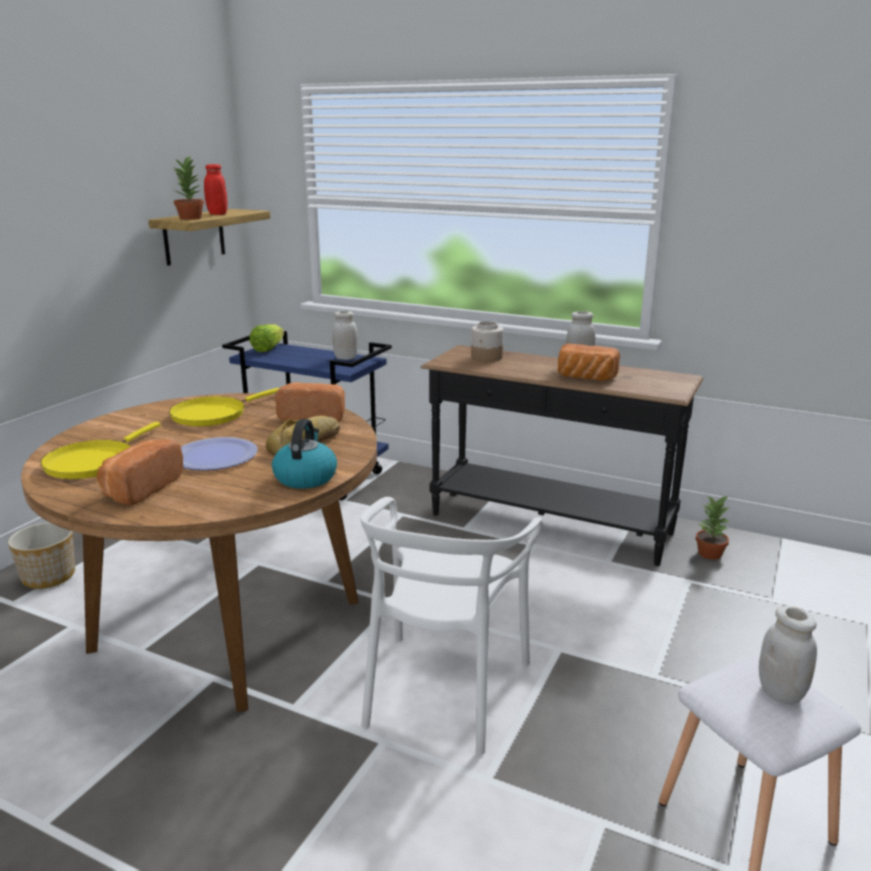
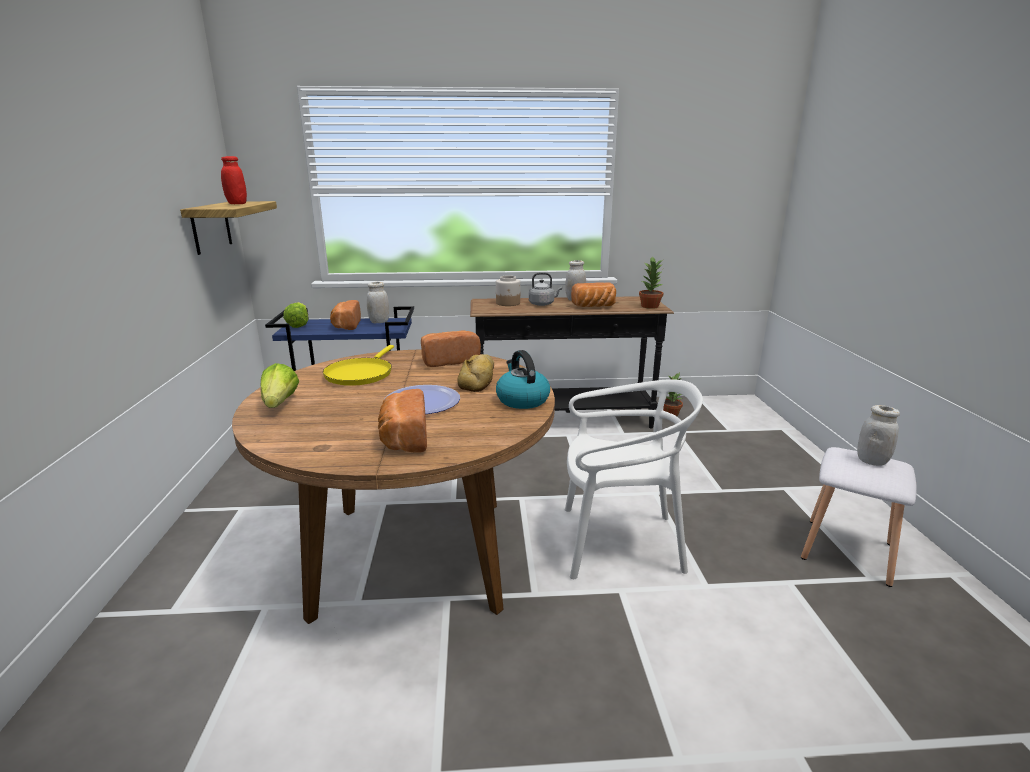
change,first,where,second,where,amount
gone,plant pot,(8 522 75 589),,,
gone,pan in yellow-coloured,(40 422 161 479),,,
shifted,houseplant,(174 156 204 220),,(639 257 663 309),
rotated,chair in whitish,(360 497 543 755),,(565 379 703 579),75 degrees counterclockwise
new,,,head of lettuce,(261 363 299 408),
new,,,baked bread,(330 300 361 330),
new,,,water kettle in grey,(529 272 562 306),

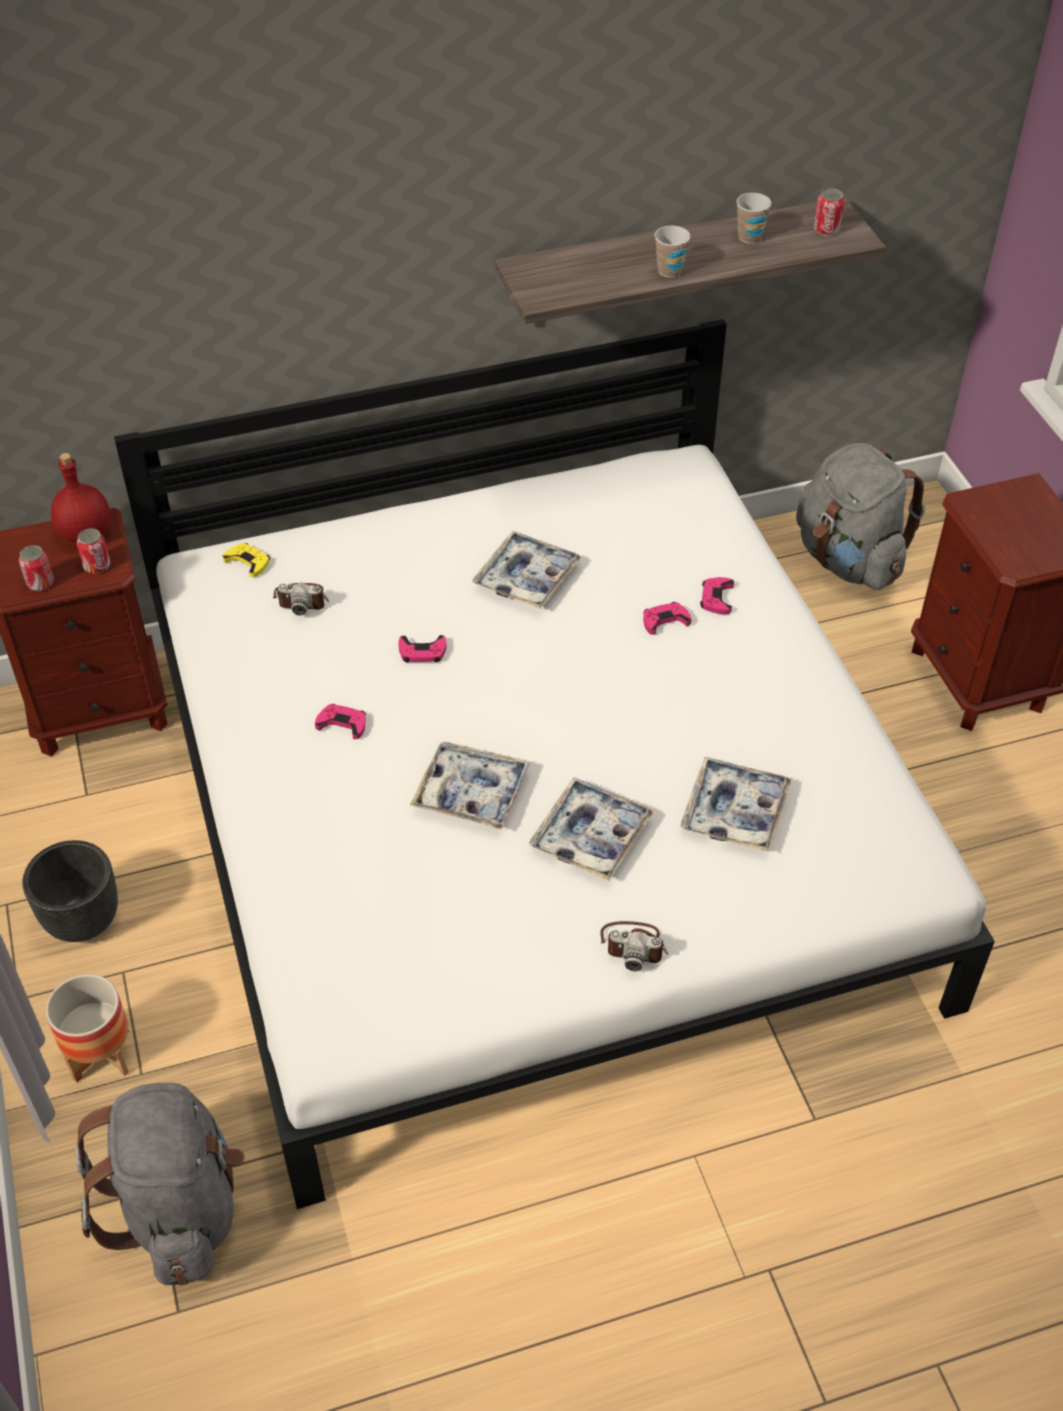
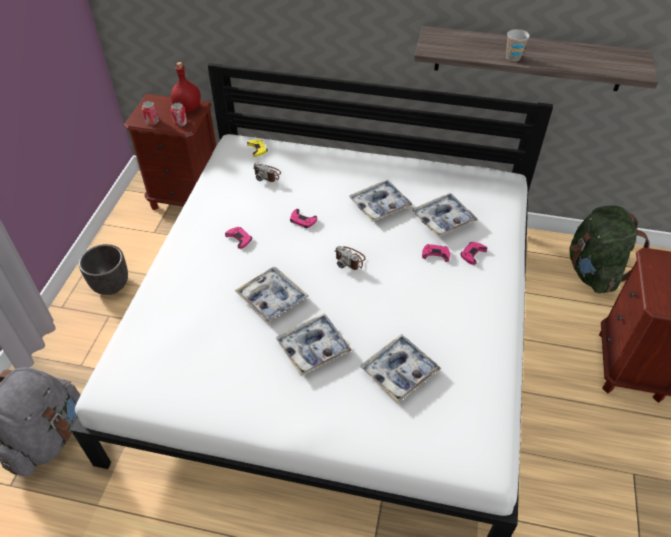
change,first,where,second,where,amount
gone,plant pot,(46 974 129 1082),,,
shifted,still camera,(600 921 669 971),,(335 246 366 270),
gone,drinking cup,(736 193 771 244),,,
repainted,rucksack in grey,(796 443 925 590),rucksack in green,(569 205 649 293),
gone,metal can,(814 188 844 236),,,
new,,,tray,(412 193 478 237),

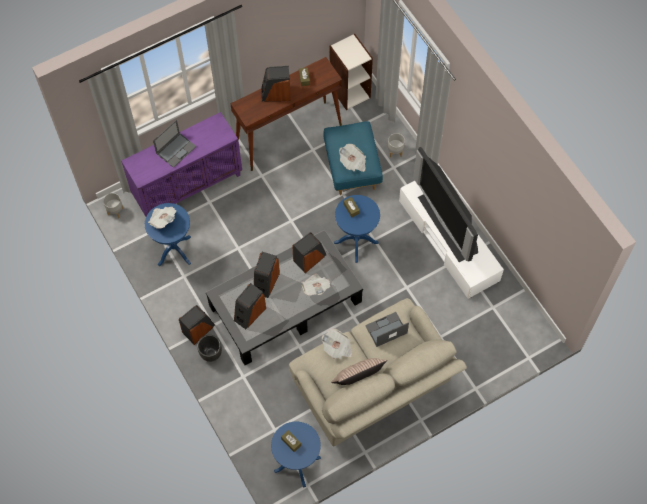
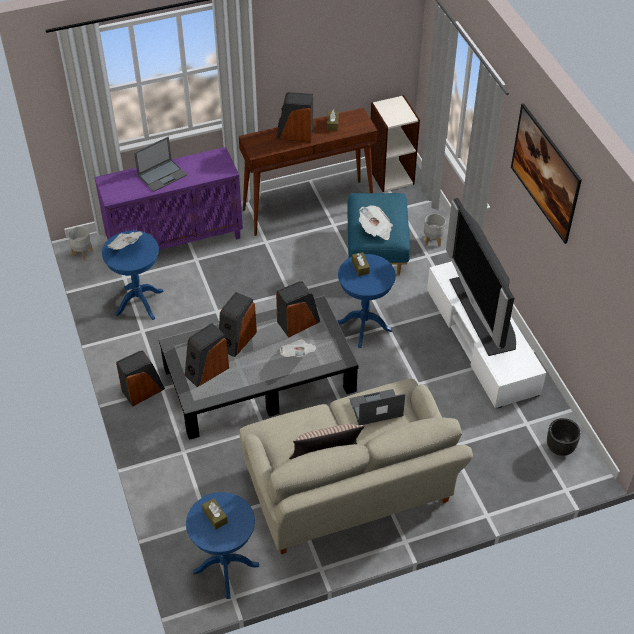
change,first,where,second,where,amount
shifted,plant pot in black-coloured,(197 335 222 362),,(547 418 581 456),
gone,daily paper,(322 329 352 359),,,
new,,,wall art,(511 103 582 244),

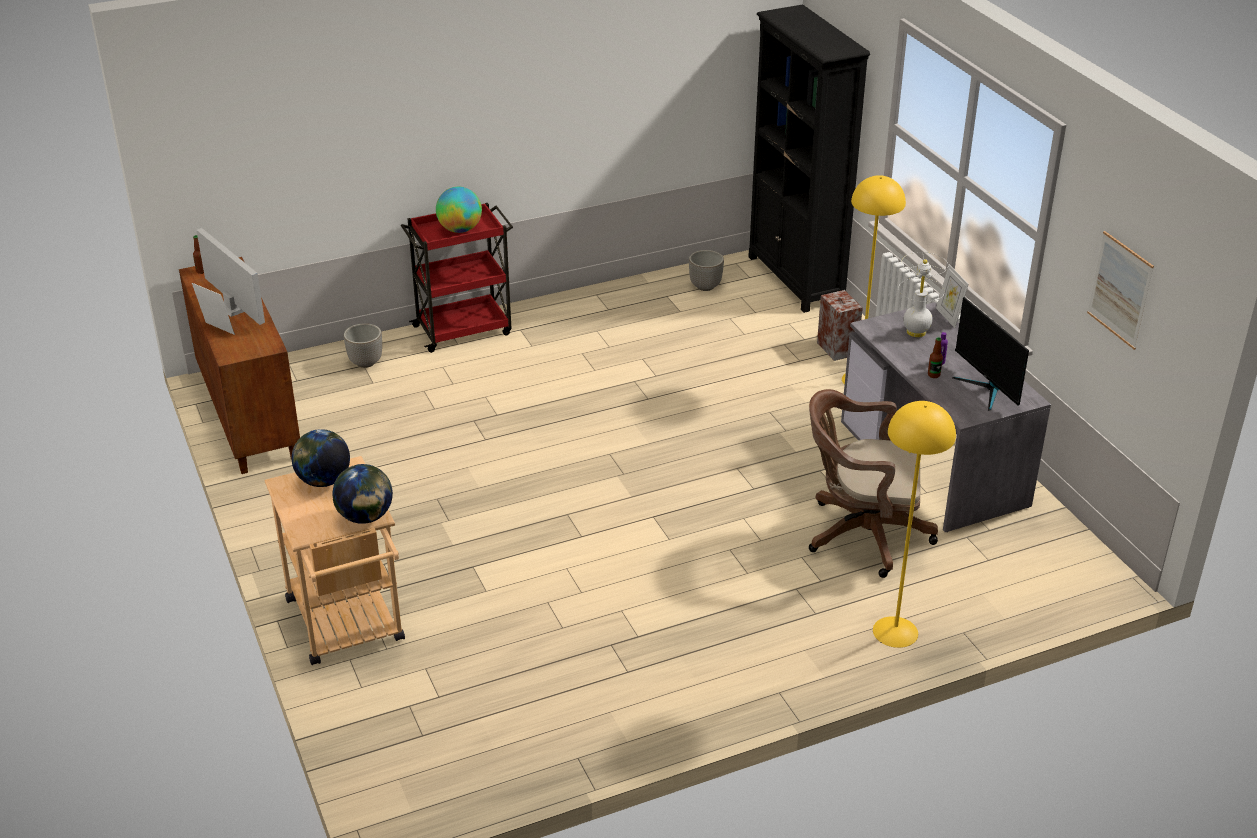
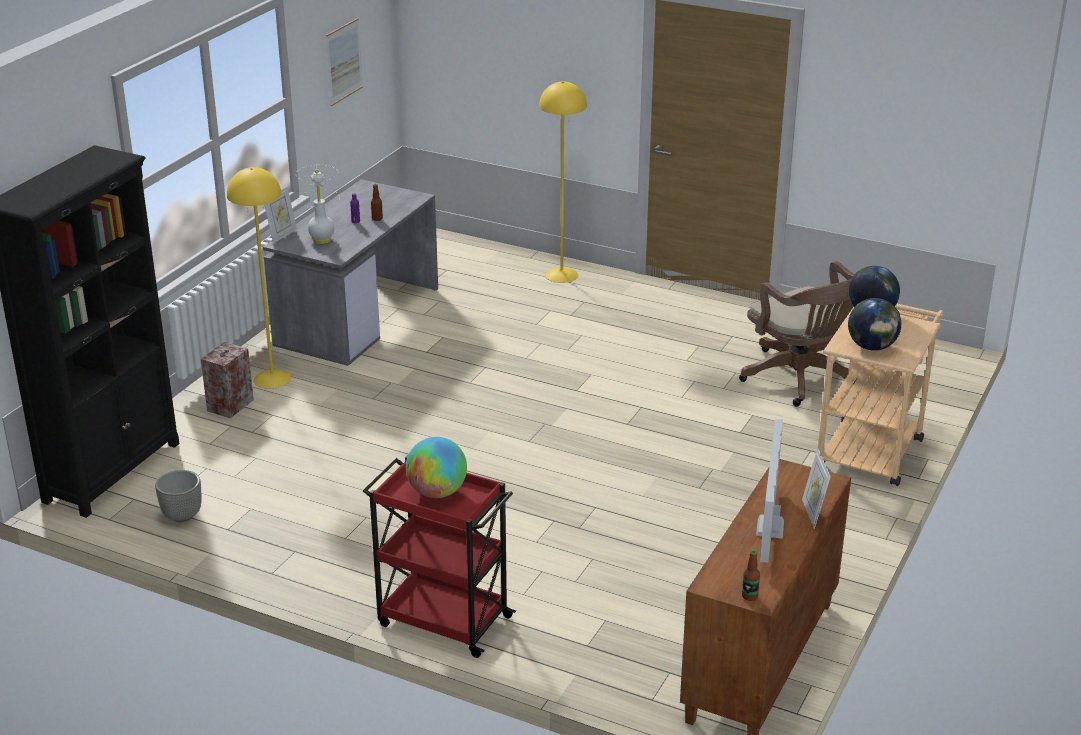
change,first,where,second,where,amount
gone,plant pot,(344 323 382 368),,,
shifted,desk chair in brown-coloured,(809 389 938 578),,(739 261 857 407),
gone,computer display,(953 297 1029 411),,,

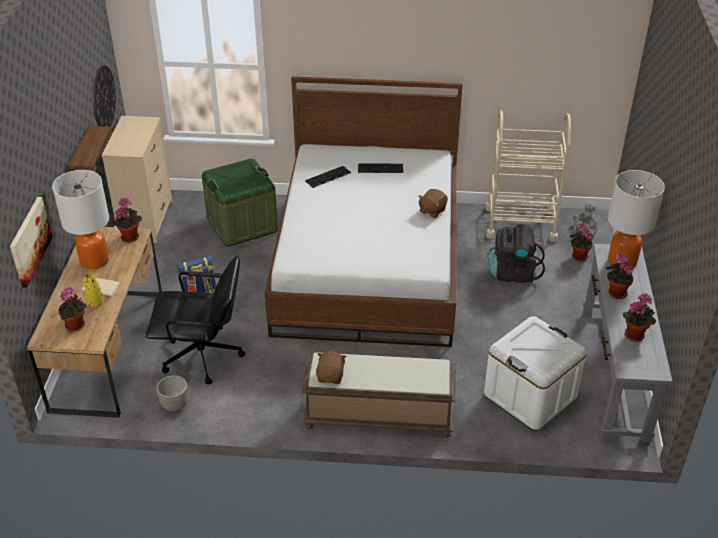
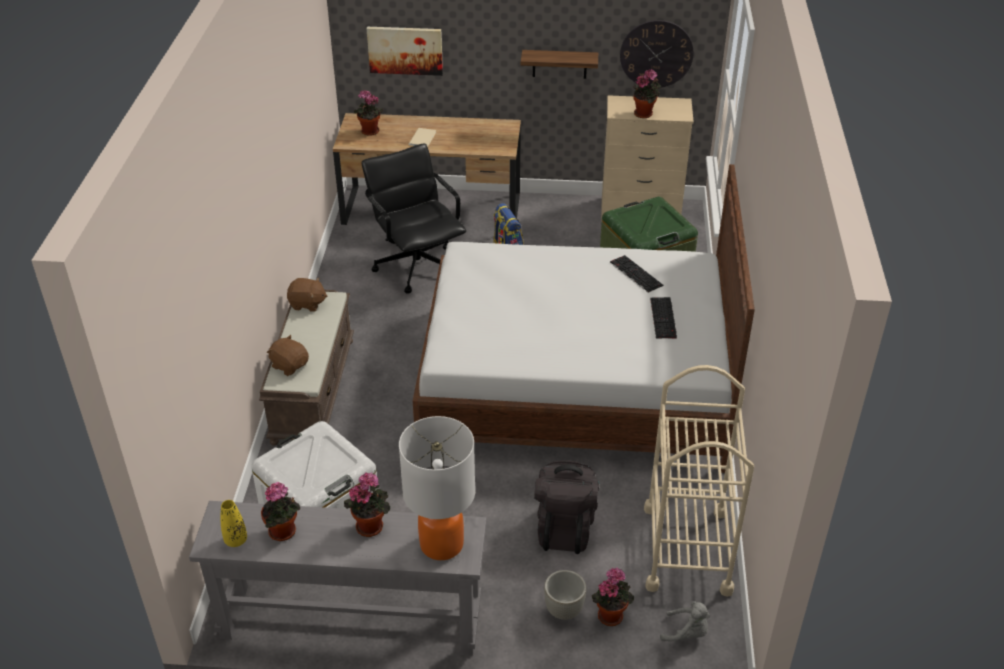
change,first,where,second,where,amount
gone,lamp for a table,(52 170 109 269),,,
shifted,vase in yellow-coloured,(84 273 103 307),,(221 500 247 547),
shifted,houseplant,(113 198 142 243),,(633 70 661 118),
rotated,desk chair in black-coloured,(146 256 245 384),,(362 143 466 294),150 degrees clockwise
shifted,plant pot in grey,(156 375 188 411),,(544 570 587 620),
shifted,cuddly toy in brown-coloured,(418 189 448 218),,(267 335 309 376),

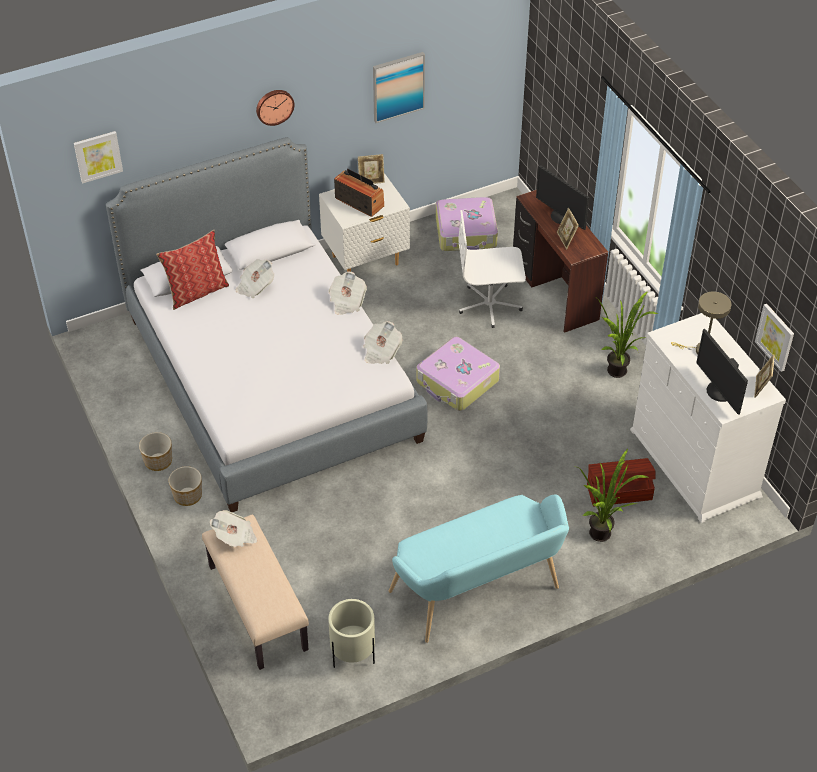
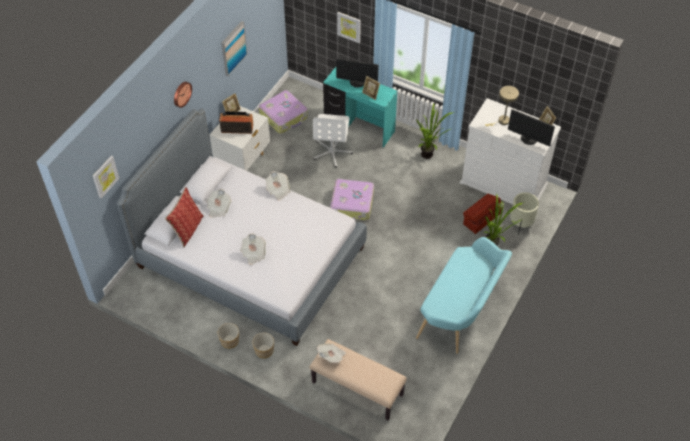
change,first,where,second,where,amount
shifted,plant pot in beige,(328 599 375 668),,(510 192 539 235),
shifted,daily paper,(363 321 403 364),,(240 233 266 265),
rotated,desk chair in whitish,(458 210 526 328),,(313 114 353 168),45 degrees counterclockwise
repainted,desk table in brown-coloured,(513 190 608 333),desk table in turquoise-coloured,(323 67 397 148),
shifted,wall art,(755 304 794 372),,(337 12 361 43),

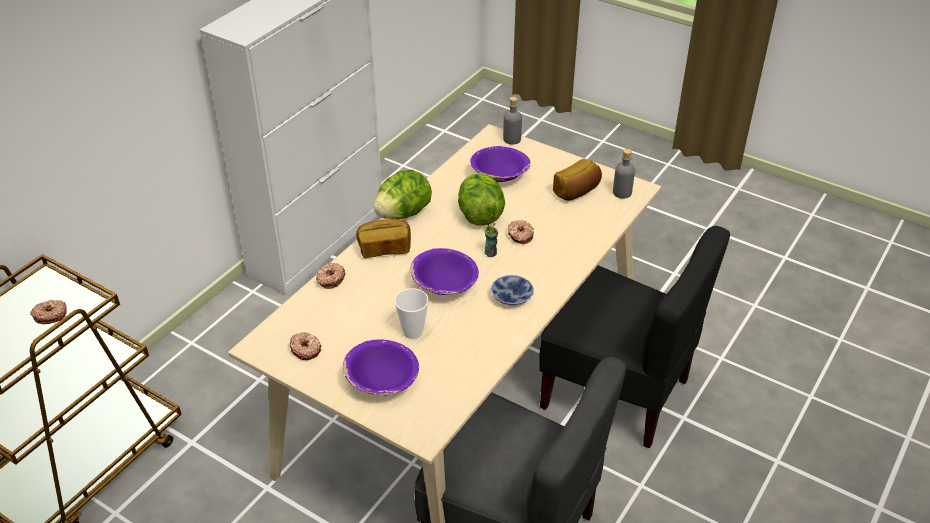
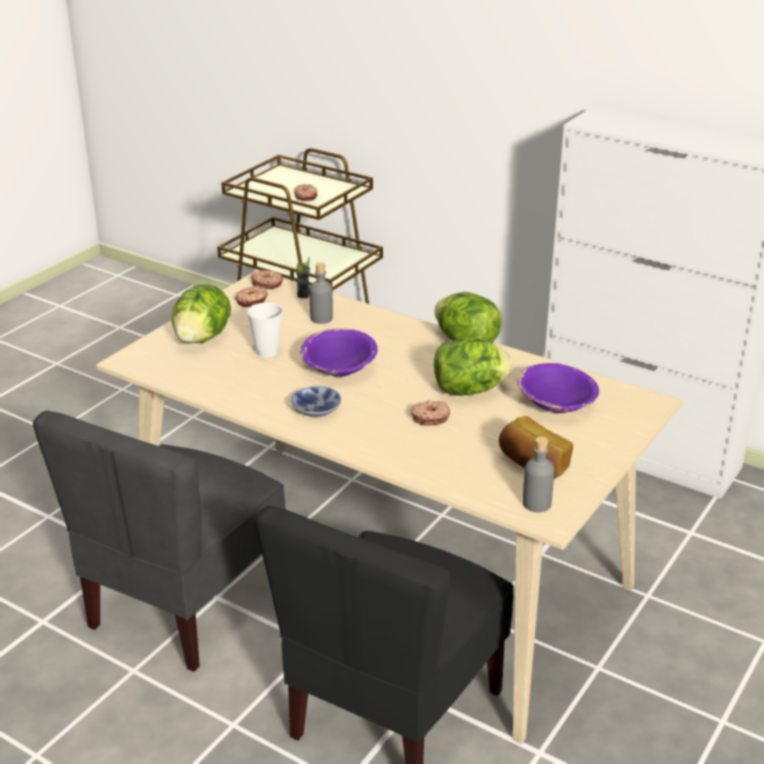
change,first,where,second,where,amount
shifted,doughnut,(316 263 345 289),,(251 270 283 289),
swapped,deep dish in purplish,(343 339 419 395),head of lettuce,(172 284 231 343),
gone,baked bread,(356 219 411 258),,,
shifted,drinking cup,(484 219 498 257),,(296 258 310 298),
shifted,bottle in grey,(503 97 522 145),,(310 262 333 324),

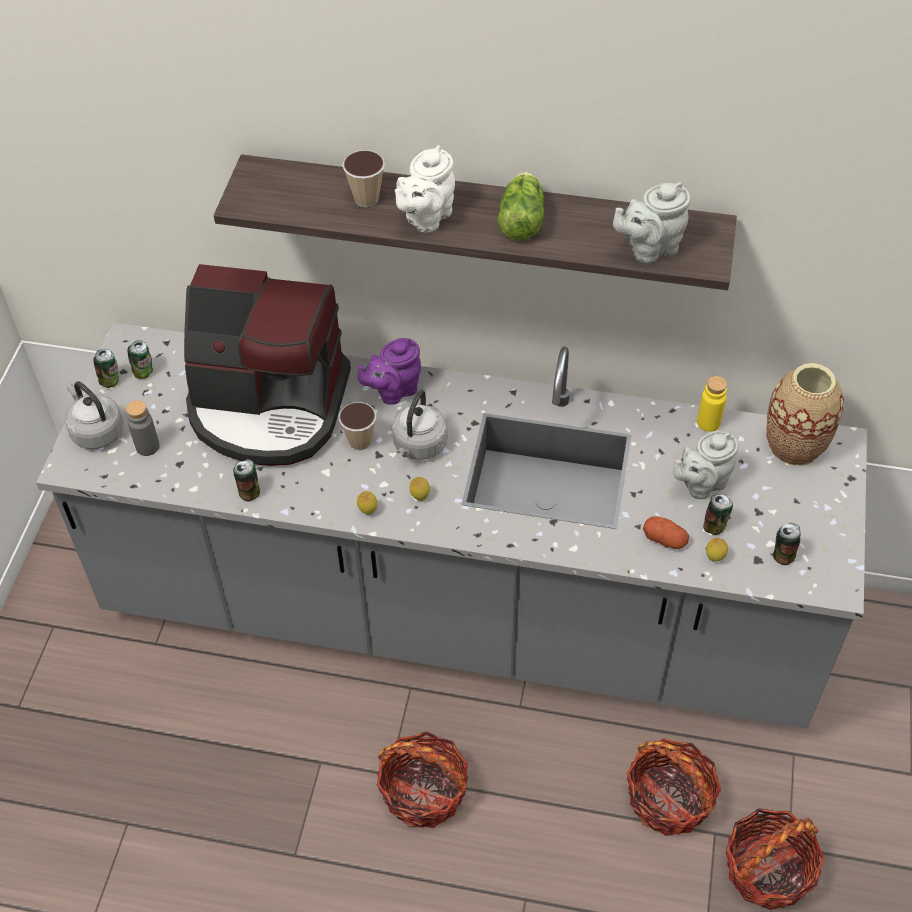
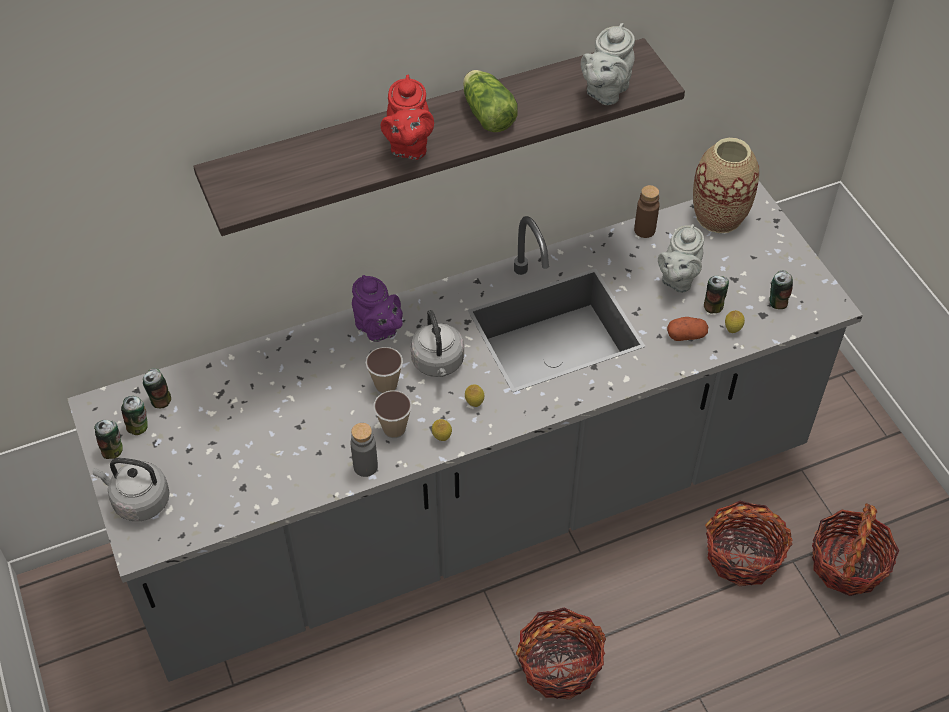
change,first,where,second,where,amount
shifted,bottle in grey,(126 400 160 456),,(350 423 378 477),
gone,coffee brewer,(184 264 351 466),,,
shifted,metal can,(233 459 260 501),,(143 368 171 408),
shifted,drinking cup,(342 150 385 207),,(374 390 412 438),
rotated,teapot in purplish,(358 338 421 405),,(352 275 403 342),60 degrees counterclockwise
repainted,teapot in whitish,(395 145 455 233),teapot in reddish,(381 75 434 160),
repainted,bottle in yellow-coloured,(697 376 727 432),bottle in brown-coloured,(634 185 660 238),

